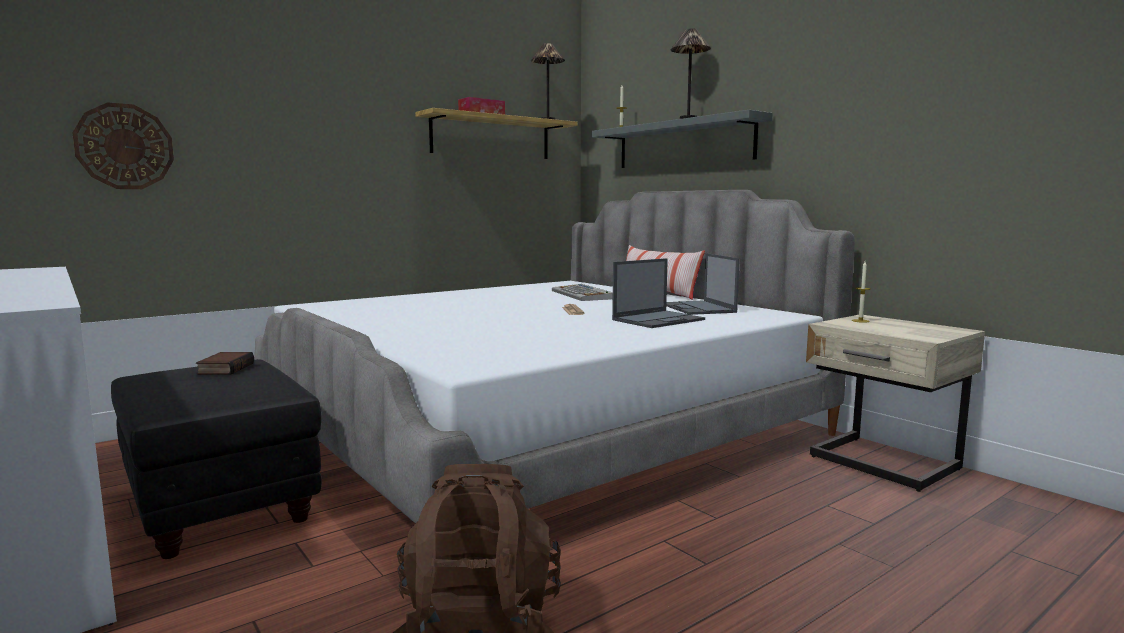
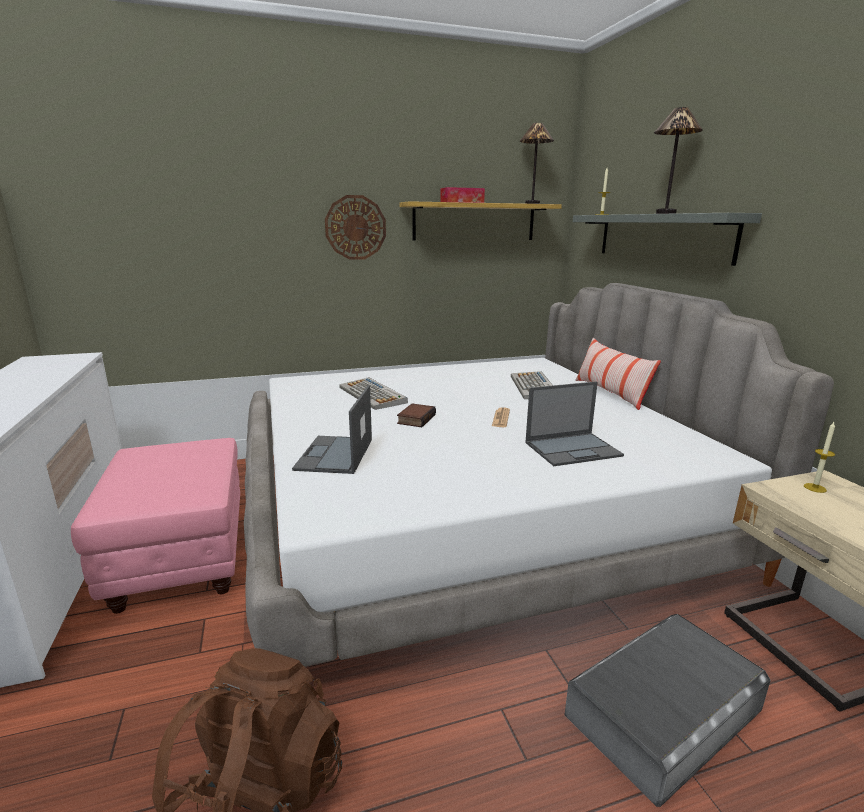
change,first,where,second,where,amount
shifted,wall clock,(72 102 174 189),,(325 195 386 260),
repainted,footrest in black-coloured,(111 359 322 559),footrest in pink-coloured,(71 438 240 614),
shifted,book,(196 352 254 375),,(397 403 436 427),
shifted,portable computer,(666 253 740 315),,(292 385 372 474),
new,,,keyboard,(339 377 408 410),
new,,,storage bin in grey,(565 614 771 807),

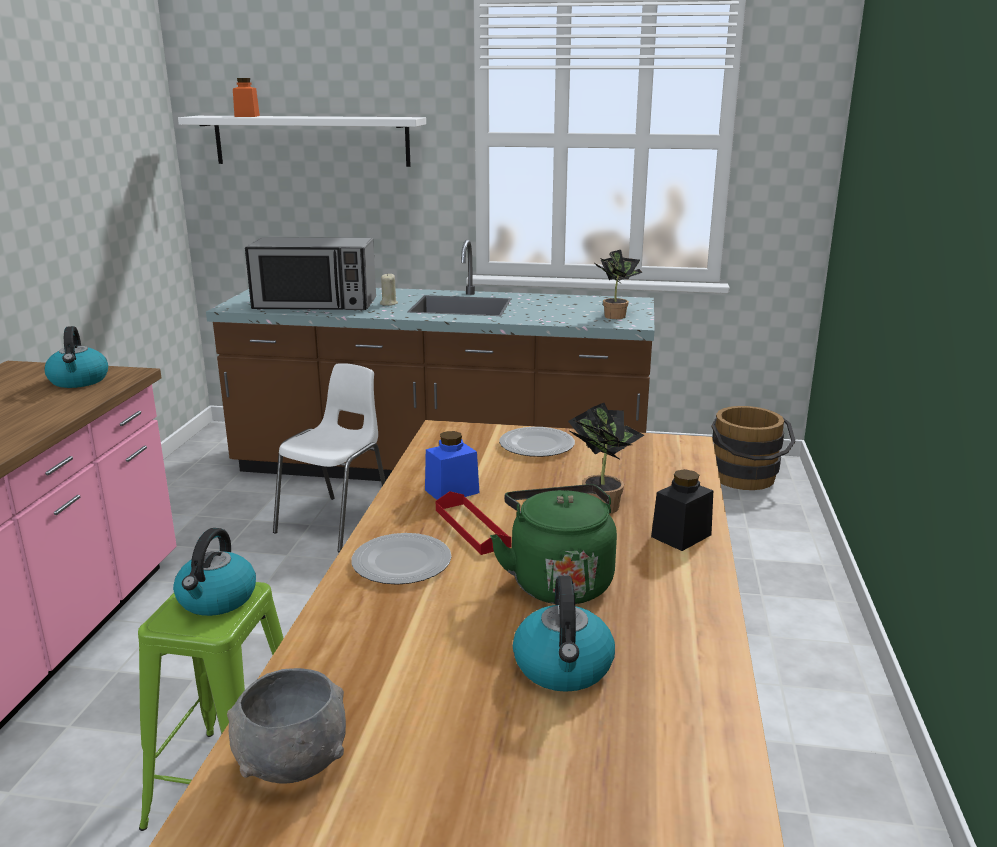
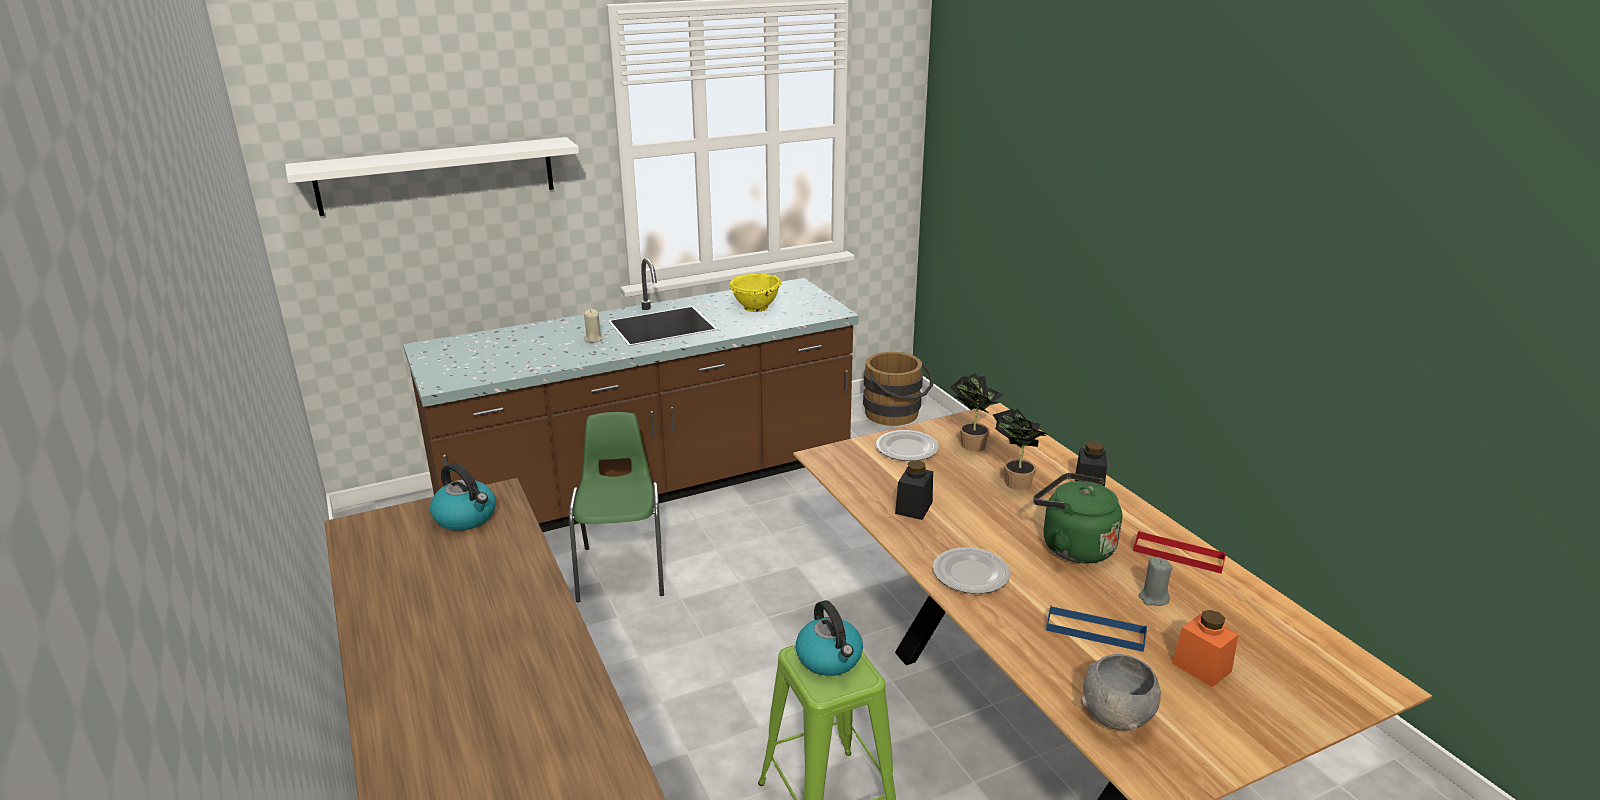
change,first,where,second,where,amount
shifted,storage jar in orange-coloured,(233 78 260 117),,(1172 610 1238 687),
gone,microwave oven,(245 237 376 310),,,
repainted,chair in whitish,(273 363 385 552),chair in green,(569 412 664 602),
repainted,storage jar in blue-coloured,(425 431 480 500),storage jar in black-coloured,(895 460 933 520),
shifted,tray in reddish,(436 491 511 555),,(1133 531 1226 574),
swapped,water kettle,(513 576 615 692),wax candle in grey,(1139 557 1172 606),
shifted,houseplant,(595 250 643 319),,(950 373 1003 451),
new,,,deep dish in yellow-coloured,(729 273 781 312),
new,,,tray in blue-coloured,(1046 605 1147 652),

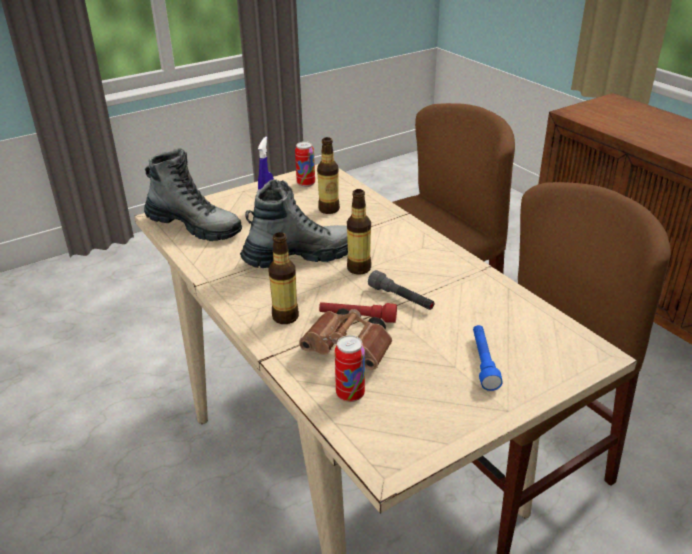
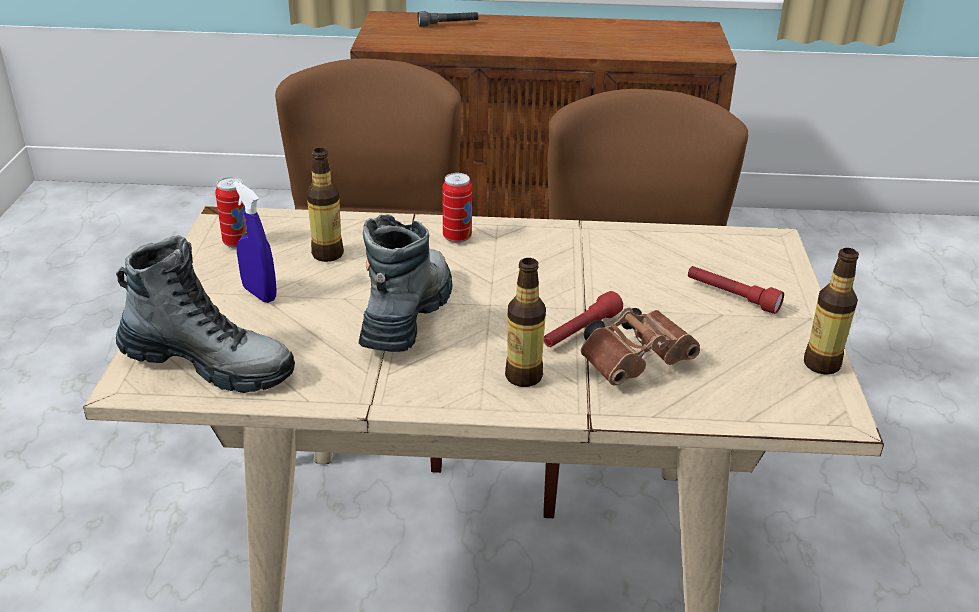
change,first,where,second,where,amount
rotated,high-top boot,(144 148 242 241),,(116 235 295 393),45 degrees clockwise
shifted,metal can,(335 335 365 402),,(442 173 472 243),
shifted,bottle,(347 189 371 275),,(804 248 859 375),
shifted,torch in grey,(368 270 434 310),,(418 11 478 27),
repainted,torch in blue-coloured,(473 325 503 391),torch in reddish,(688 266 784 314),

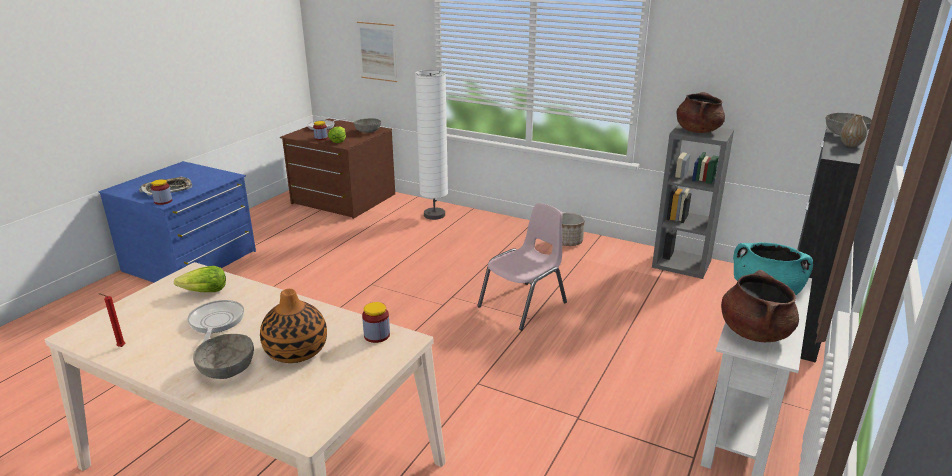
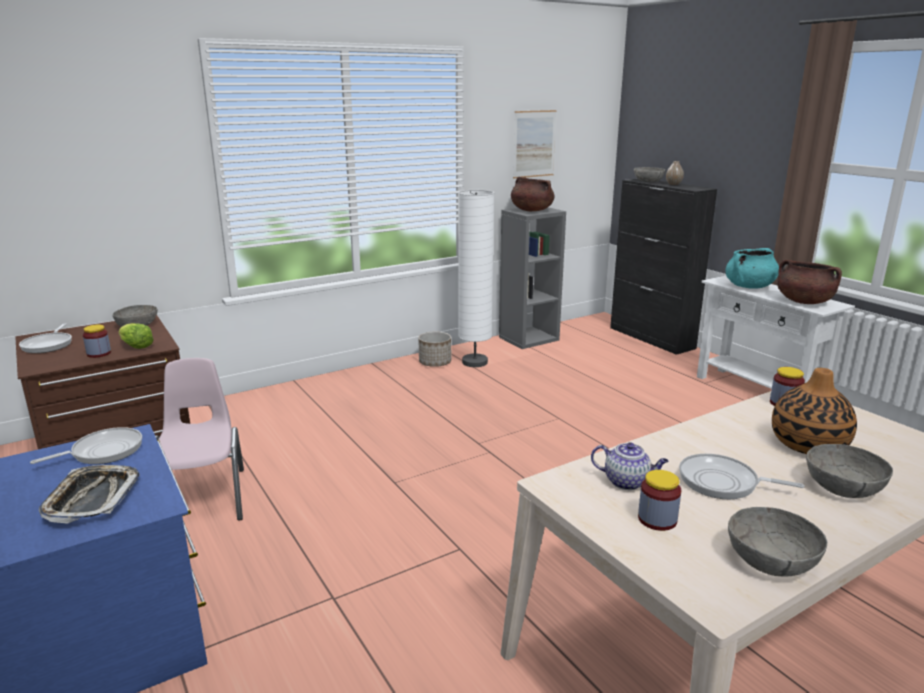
change,first,where,second,where,amount
swapped,wax candle in reddish,(99 293 125 347),deep dish in grey,(728 507 827 577),
shifted,storage jar,(151 179 172 205),,(638 470 681 531),
swapped,head of lettuce,(174 266 226 292),teapot,(591 442 669 490),
shifted,wall art,(357 22 397 82),,(513 110 556 178),
shifted,standing lamp in whitish,(415 70 448 220),,(458 190 494 367),
shifted,chair in pink-coloured,(478 203 567 330),,(155 358 244 521),
new,,,pan,(30 427 142 464),

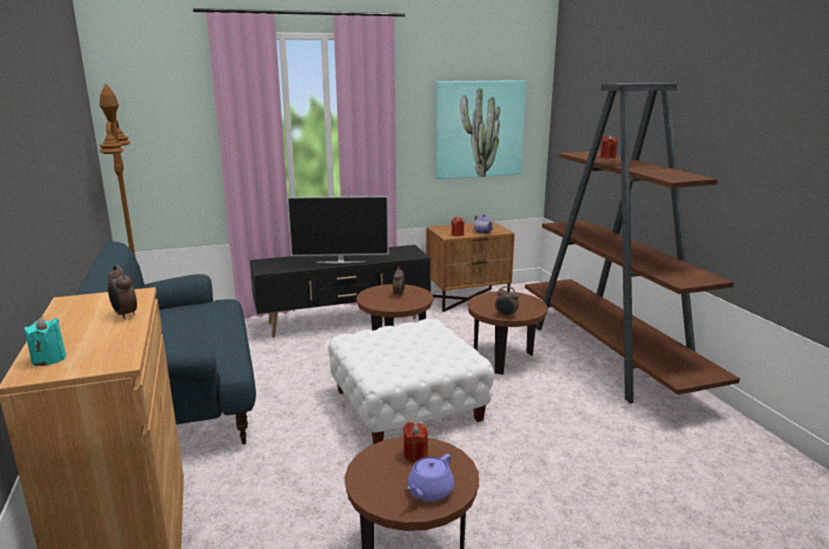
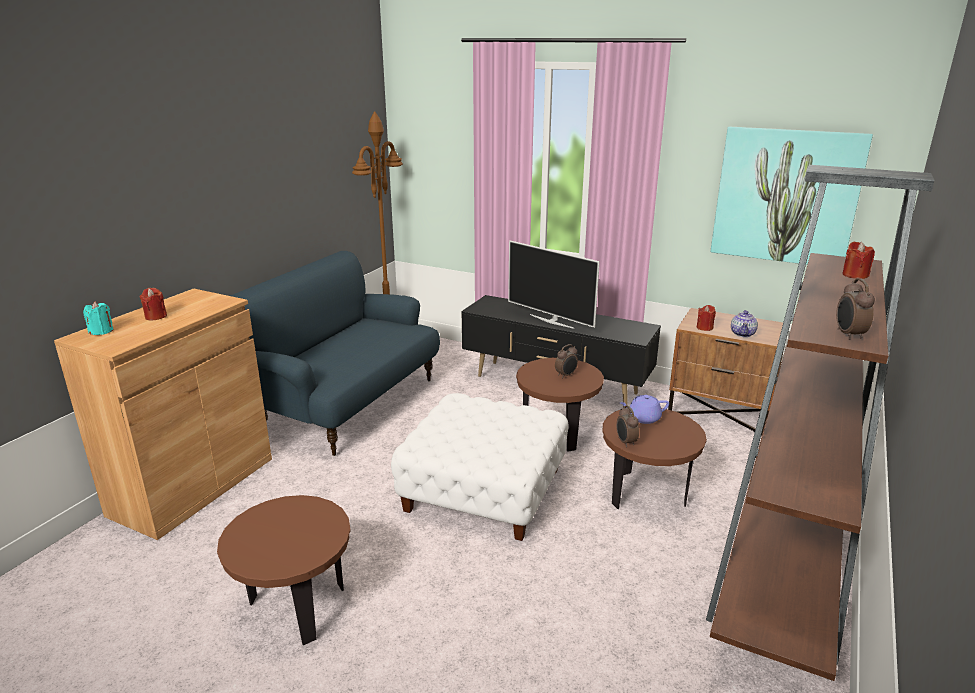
change,first,where,second,where,amount
shifted,alarm clock,(108 265 137 319),,(836 278 875 340),
shifted,wax candle in reddish,(403 422 428 462),,(139 288 167 321),
shifted,teapot in purplish,(407 454 454 502),,(620 395 669 424),

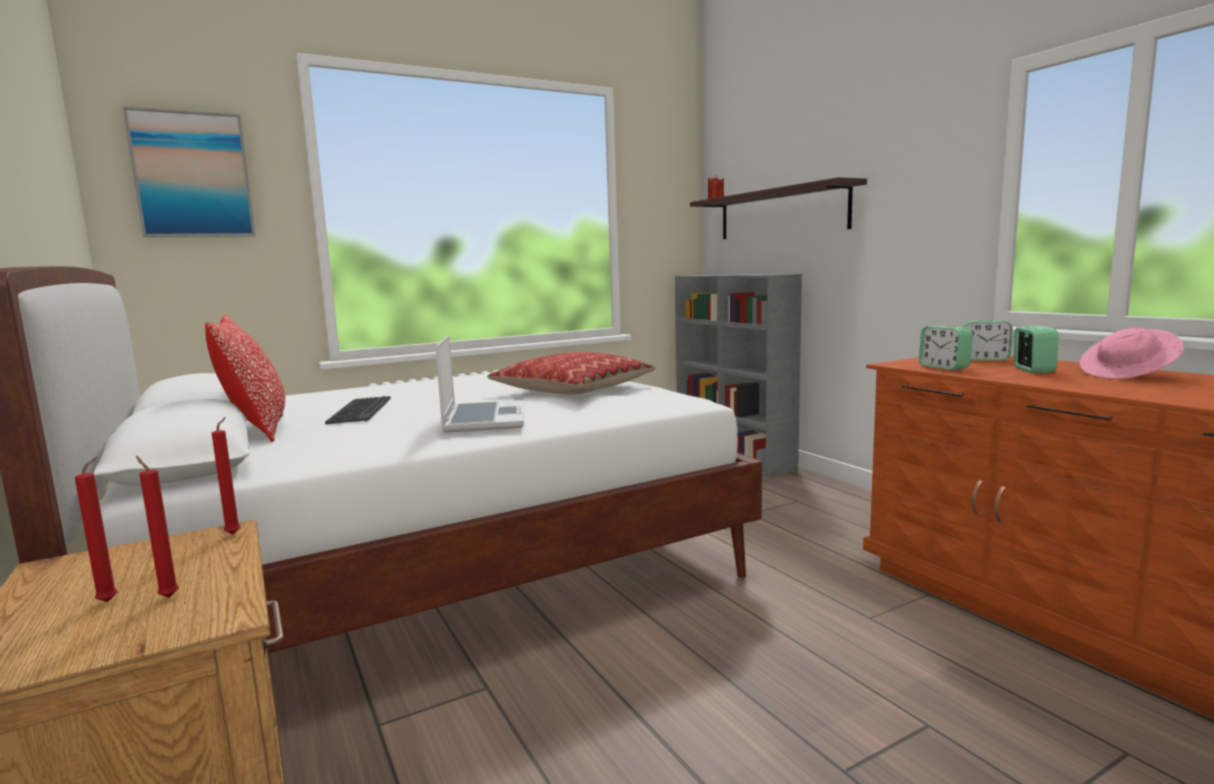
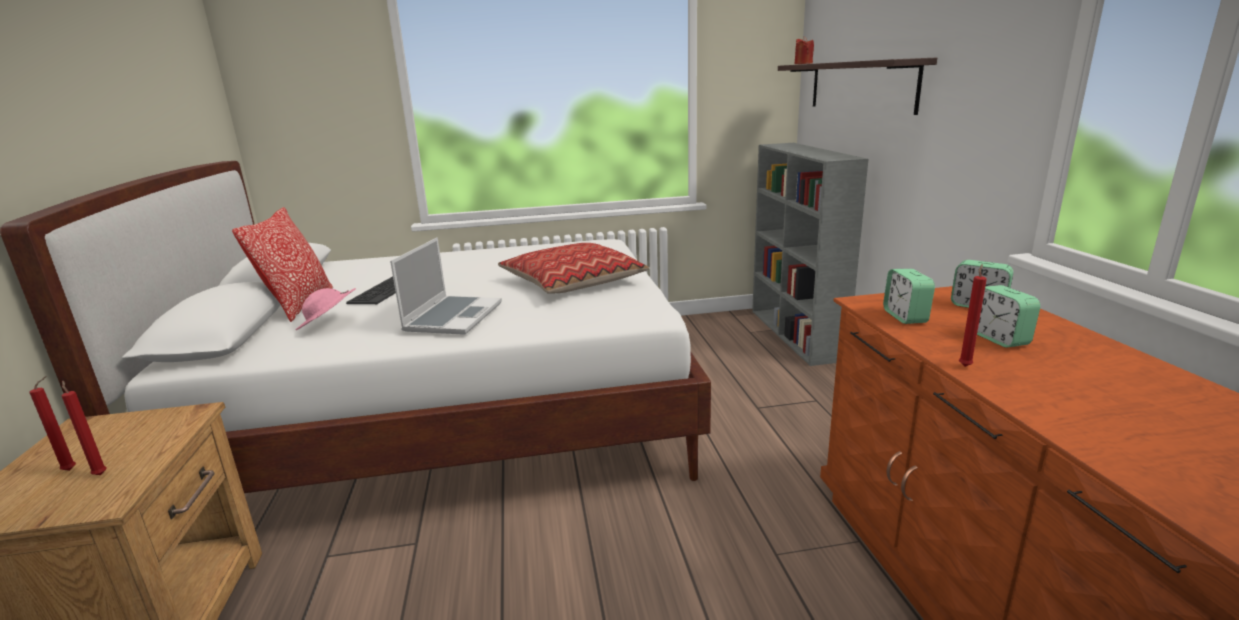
change,first,where,second,where,amount
gone,wall art,(123 106 256 237),,,
shifted,wax candle in reddish,(212 417 241 534),,(959 264 987 367),
rotated,alarm clock,(1014 326 1058 373),,(977 285 1041 348),135 degrees clockwise
shifted,hat in pink-coloured,(1080 328 1184 379),,(295 288 356 330),

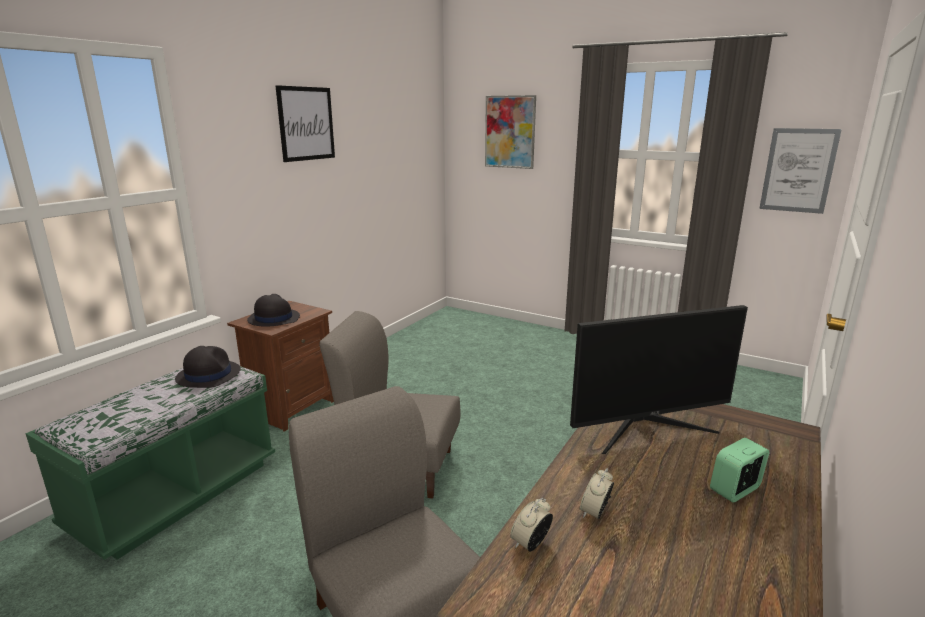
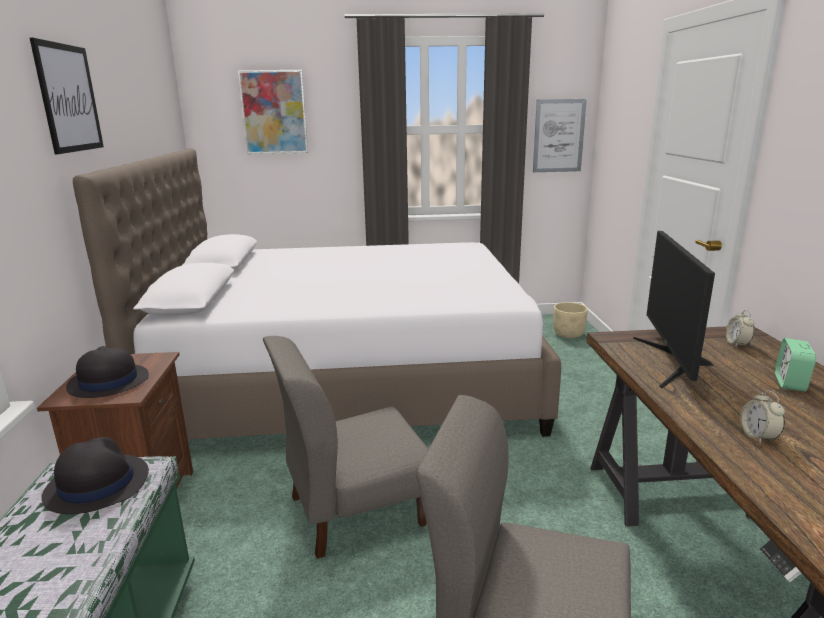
change,first,where,second,where,amount
shifted,alarm clock,(510 498 553 552),,(726 310 754 347),
rotated,computer display,(570 305 748 454),,(633 231 715 388),150 degrees clockwise
new,,,sleeping bed in whitish,(73 148 561 439),
new,,,plant pot in beige,(553 302 588 338),

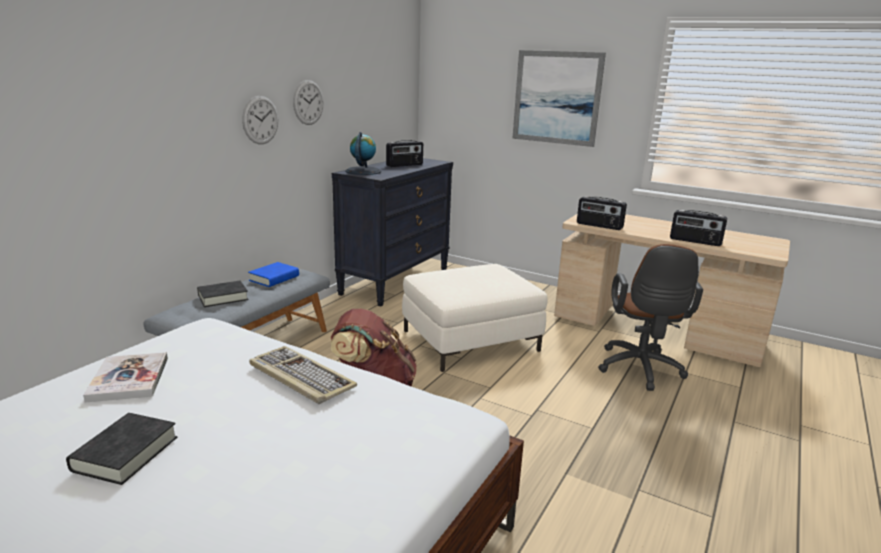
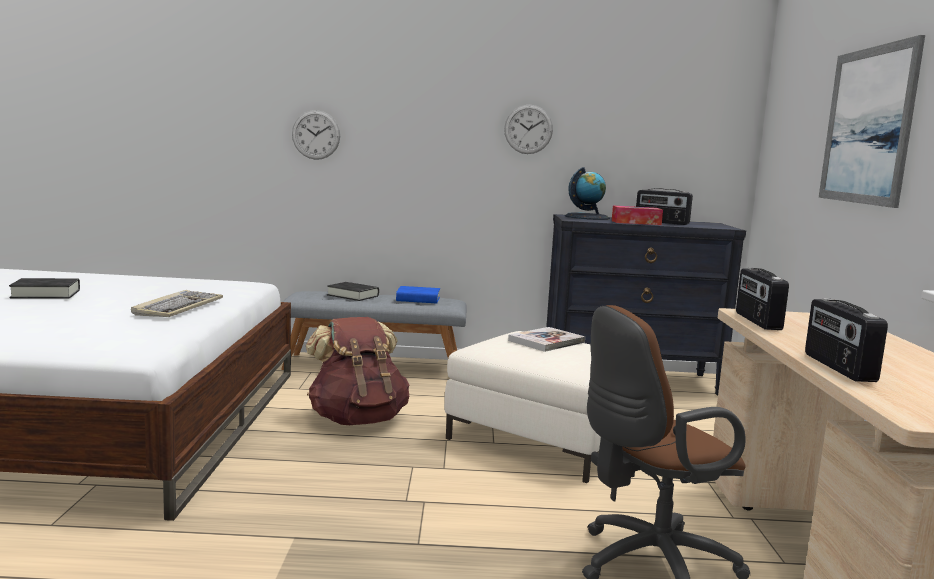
change,first,where,second,where,amount
shifted,book,(83 352 168 402),,(508 327 585 352),
shifted,wall clock,(242 96 278 144),,(292 110 340 160),
new,,,tissue holder,(612 206 663 225),

